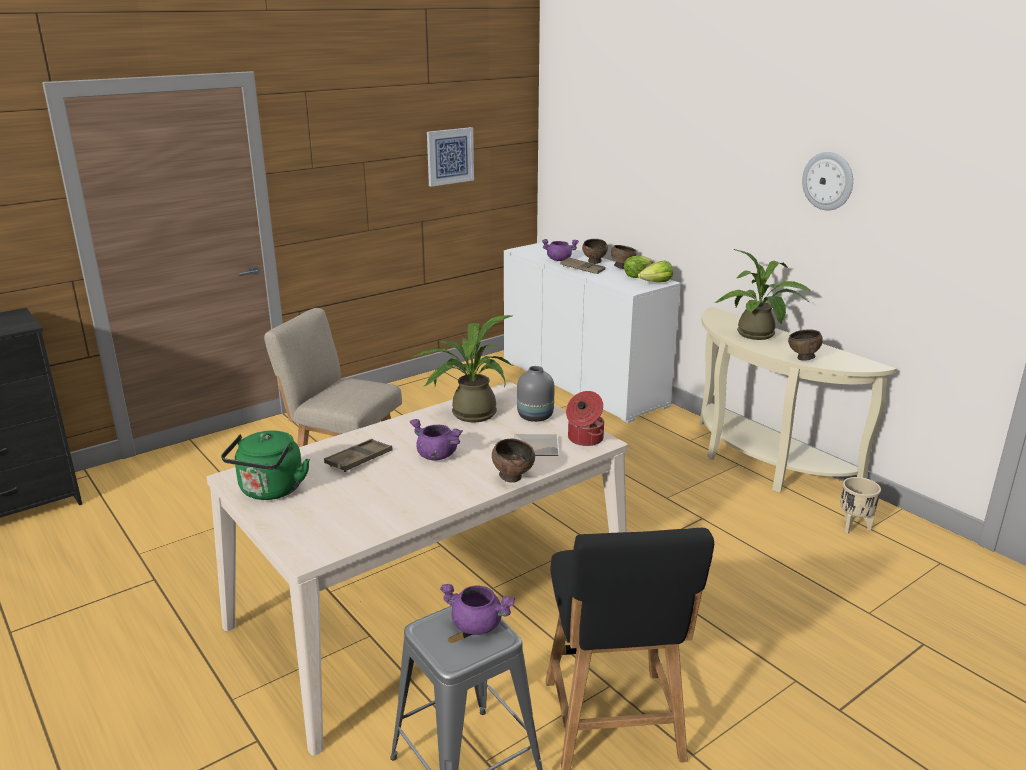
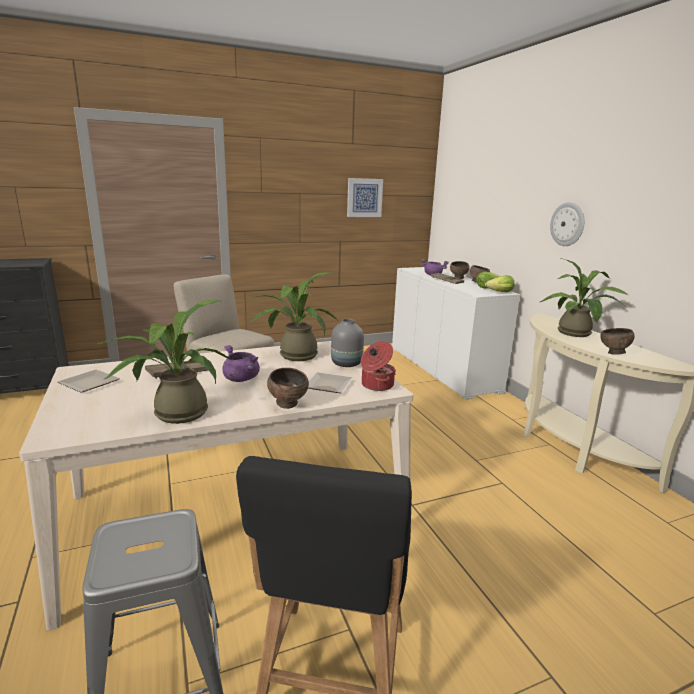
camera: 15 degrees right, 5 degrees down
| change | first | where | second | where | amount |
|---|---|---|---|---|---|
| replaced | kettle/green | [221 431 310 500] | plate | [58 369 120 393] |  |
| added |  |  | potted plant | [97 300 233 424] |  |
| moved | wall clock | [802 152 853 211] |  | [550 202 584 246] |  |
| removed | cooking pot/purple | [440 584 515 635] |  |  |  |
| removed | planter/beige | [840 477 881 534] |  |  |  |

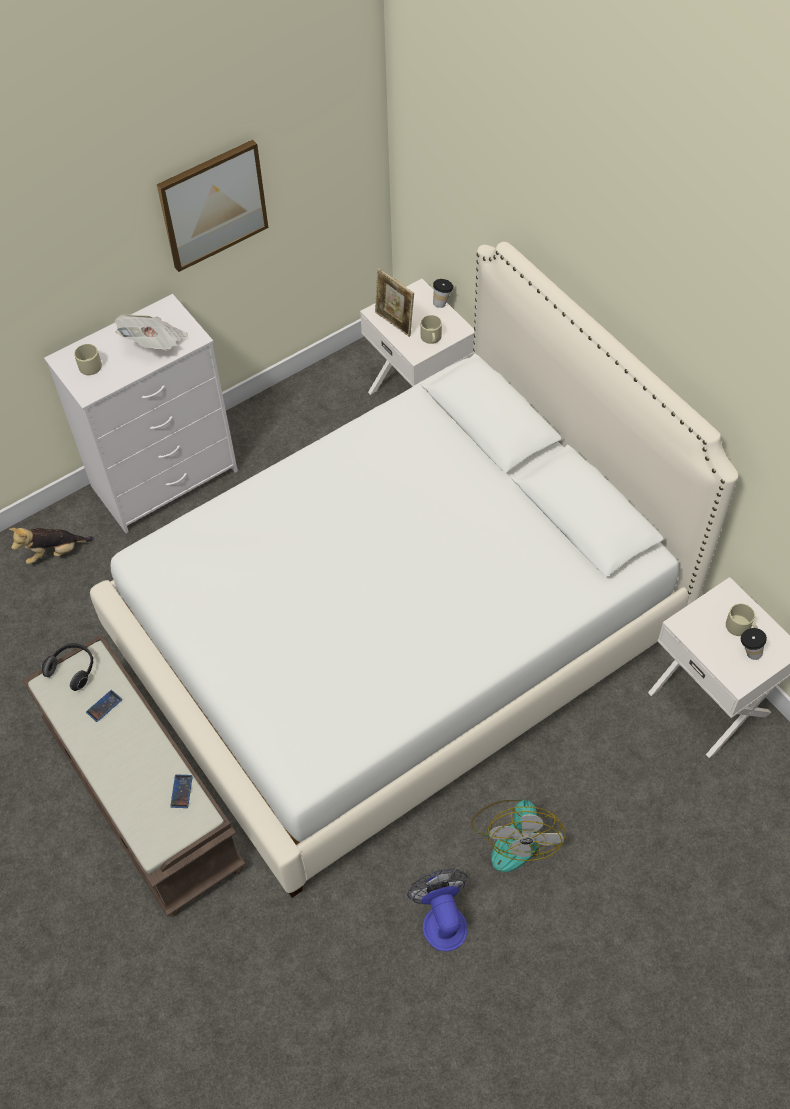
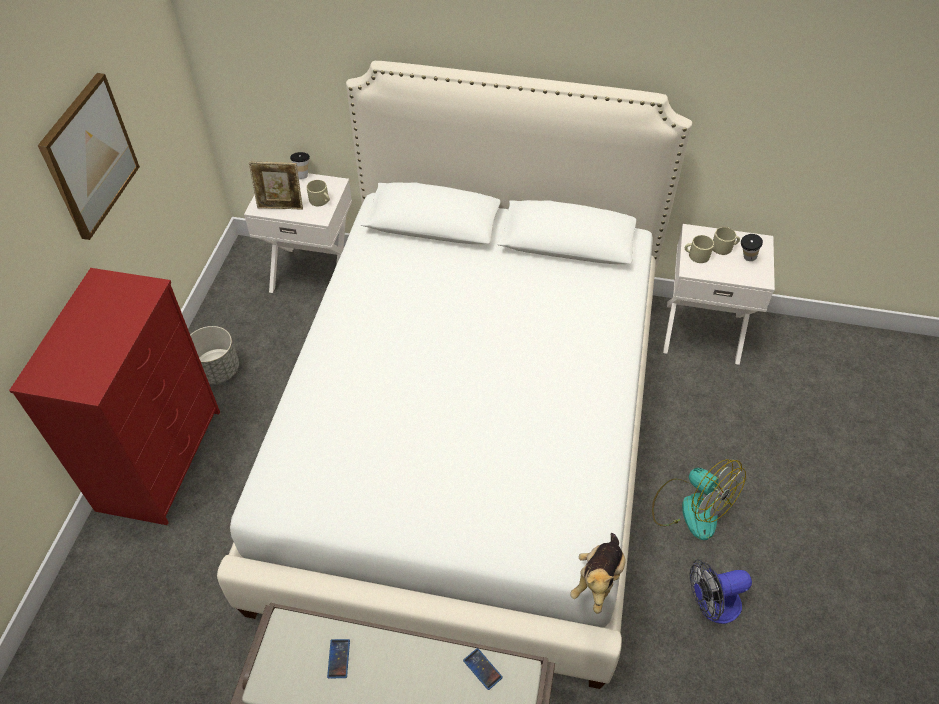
camera: 45 degrees left, 5 degrees down
| change | first | where | second | where | amount |
|---|---|---|---|---|---|
| recoloured | dresser/white | [44 294 238 533] | dresser/red | [9 268 220 525] |  |
| added |  |  | planter/grey | [190 326 239 384] |  |
| moved | plush toy | [9 528 93 564] |  | [570 533 626 613] |  |
| moved | mug/beige | [74 344 102 375] |  | [685 235 714 263] |  |
| turned | fan | [407 869 467 951] |  | [690 560 752 624] | 45 degrees counterclockwise |
| removed | headphones | [41 643 93 691] |  |  |  |
| removed | newspaper | [114 314 188 351] |  |  |  |

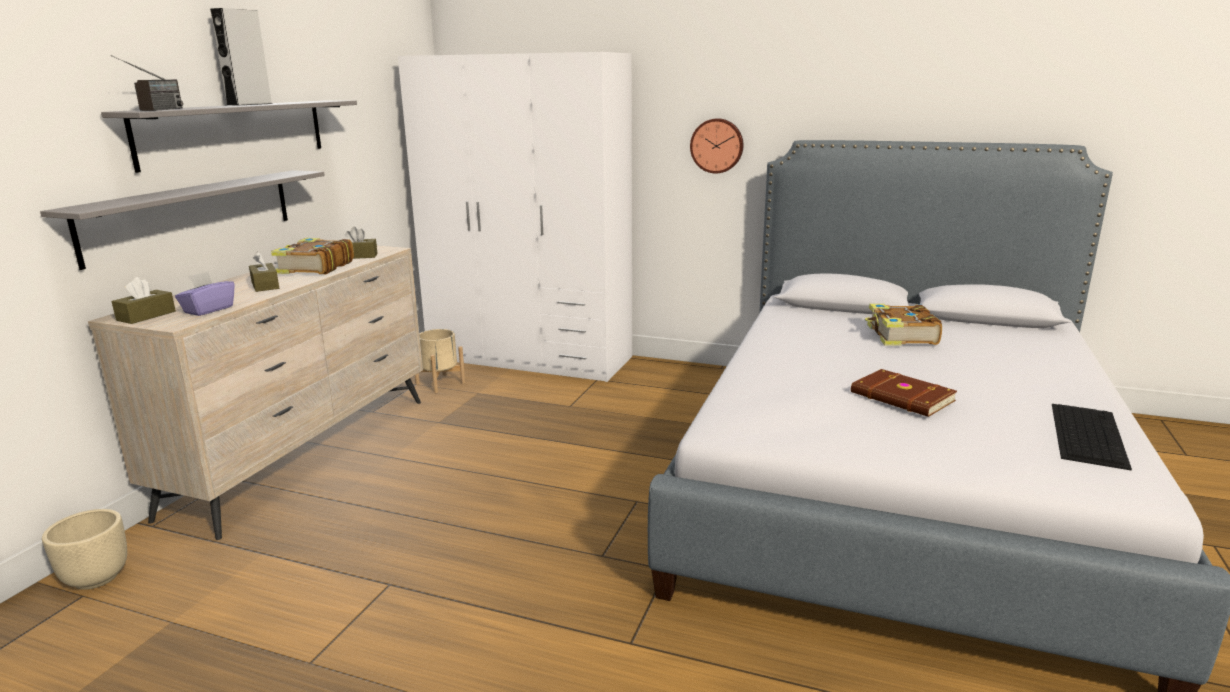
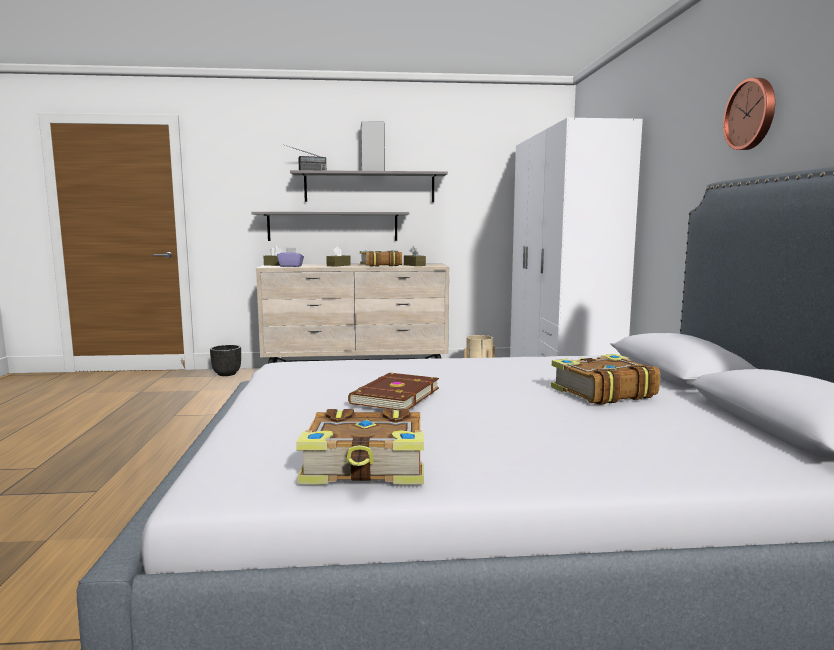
camera: 65 degrees right, 10 degrees down
| change | first | where | second | where | amount |
|---|---|---|---|---|---|
| recoloured | planter/beige | [42 509 127 590] | planter/black | [210 345 241 376] |  |
| replaced | keyboard | [1052 404 1132 470] | book | [296 409 424 484] |  |
| moved | wall clock | [690 118 743 174] |  | [723 78 775 150] |  |

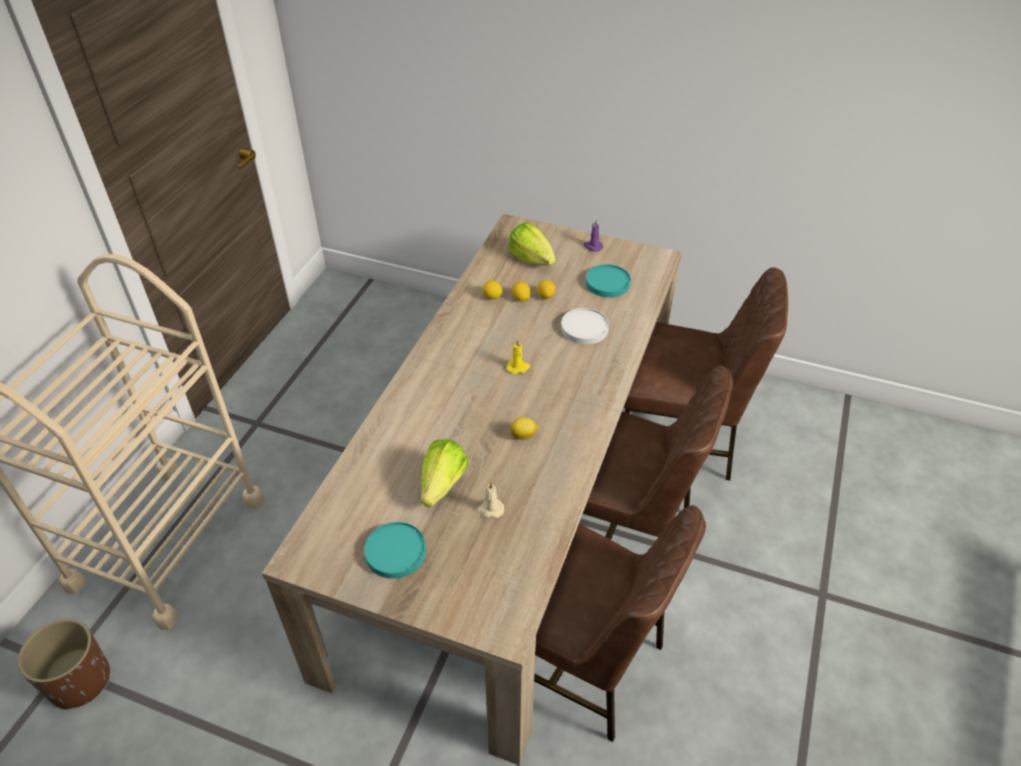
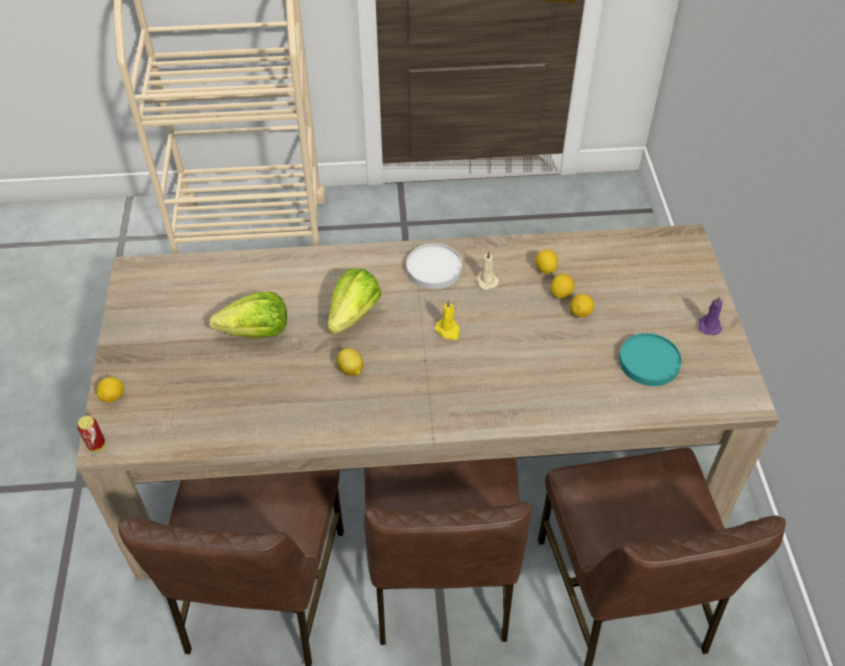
camera: 65 degrees right, 5 degrees up
| change | first | where | second | where | amount |
|---|---|---|---|---|---|
| added |  |  | can | [77 416 105 452] |  |
| added |  |  | lemon | [96 377 124 403] |  |
| moved | lettuce | [508 223 556 266] |  | [327 268 381 334] |  |
| moved | plate/white | [561 308 609 345] |  | [406 244 462 289] |  |
| moved | candle/beige | [476 482 504 518] |  | [475 251 499 290] |  |
| removed | planter/brown | [18 618 110 710] |  |  |  |
| removed | plate/turquoise | [364 522 426 579] |  |  |  |

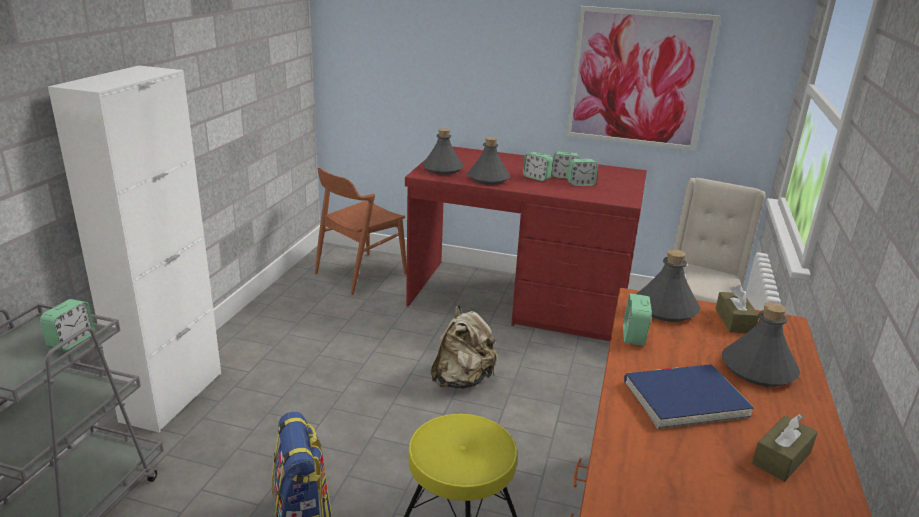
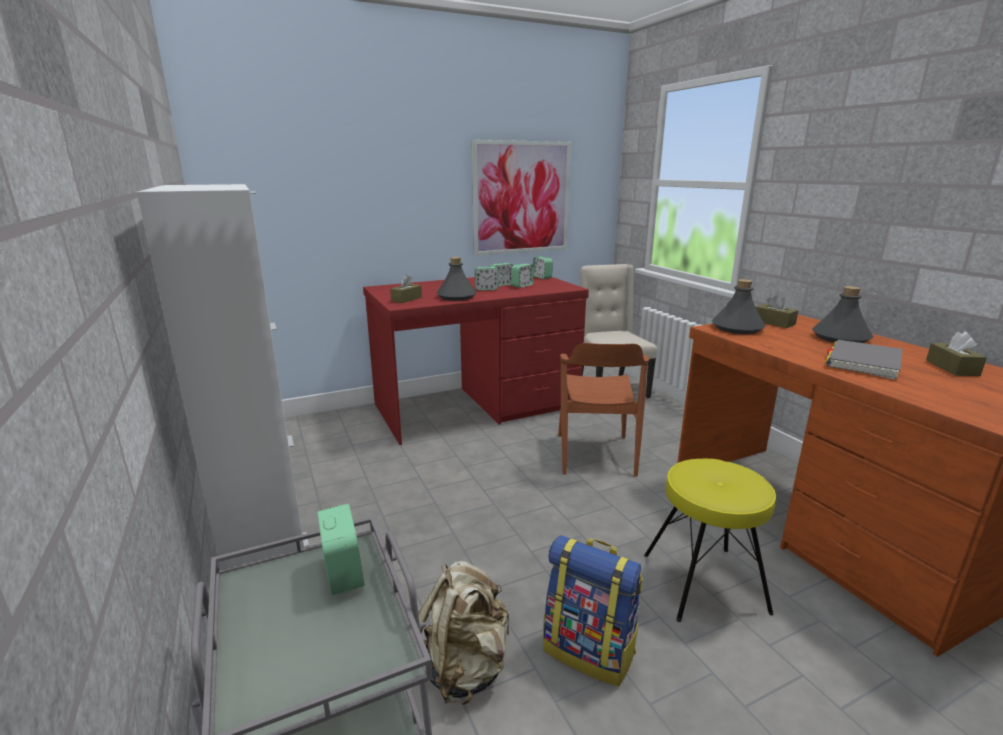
camera: 40 degrees left, 5 degrees down
| change | first | where | second | where | amount |
|---|---|---|---|---|---|
| replaced | bottle/grey | [422 128 463 175] | tissue box/brown | [390 275 422 303] |  |
| moved | backpack/beige | [431 305 497 389] |  | [418 561 509 705] |  |
| moved | alarm clock | [623 293 652 346] |  | [533 257 553 279] |  |
| moved | chair/brown | [314 168 407 295] |  | [558 343 649 477] |  |
| recoloured | book/blue | [624 364 754 429] | book/grey | [826 340 903 380] |  |

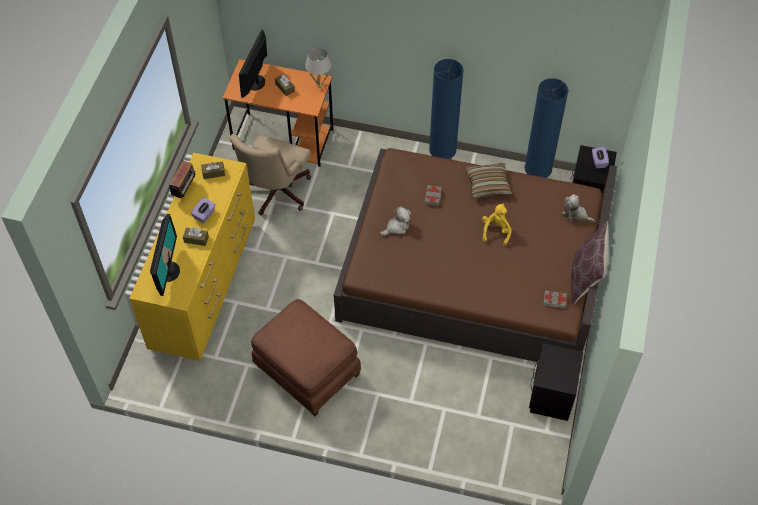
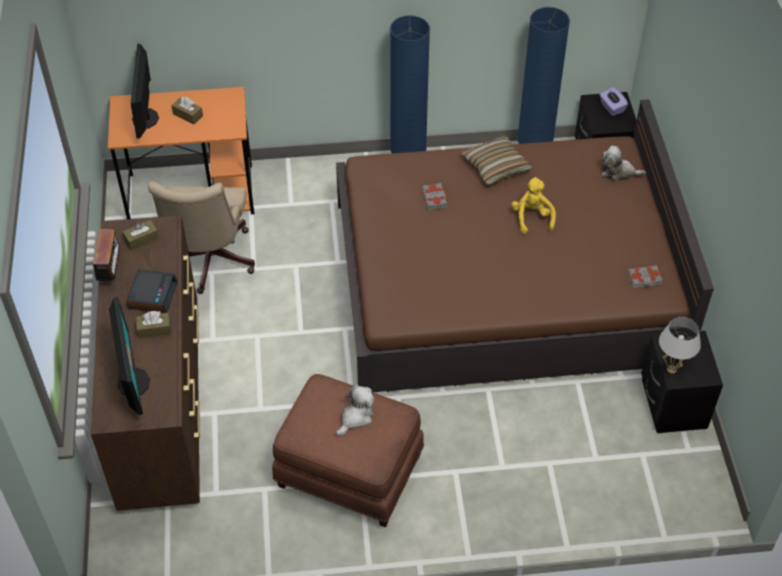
camera: 20 degrees left, 5 degrees down
| change | first | where | second | where | amount |
|---|---|---|---|---|---|
| recoloured | dresser/yellow | [129 153 255 361] | dresser/brown | [91 215 200 511] |  |
| replaced | tissue box/purple | [191 197 215 223] | alarm clock | [126 269 178 313] |  |
| moved | plush toy | [380 206 411 236] |  | [336 385 374 436] |  |
| moved | table lamp/white | [305 48 332 88] |  | [659 317 701 374] |  |
| removed | pillow/brown | [571 221 609 305] |  |  |  |

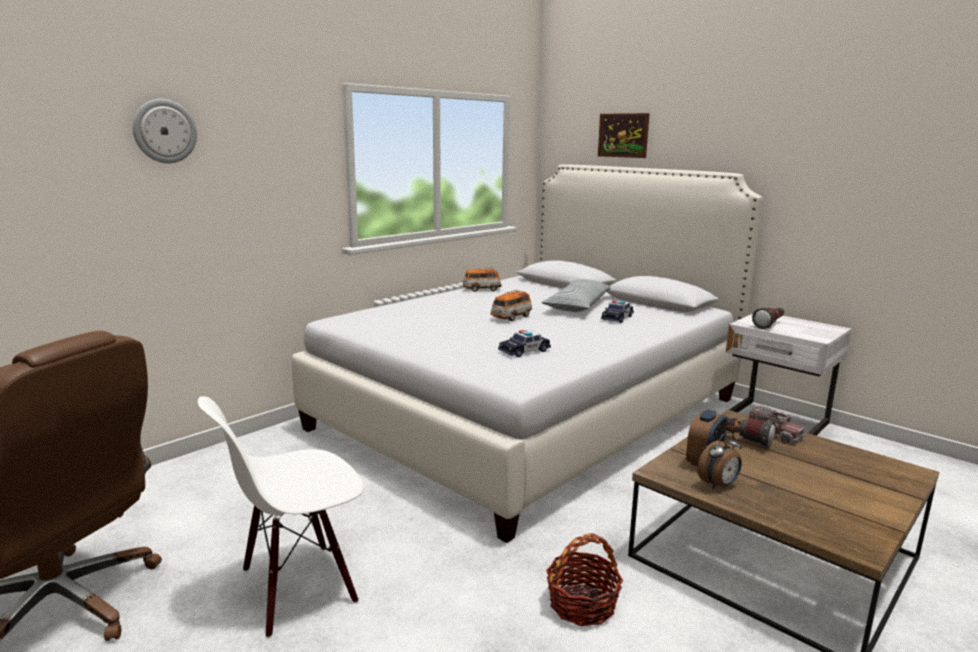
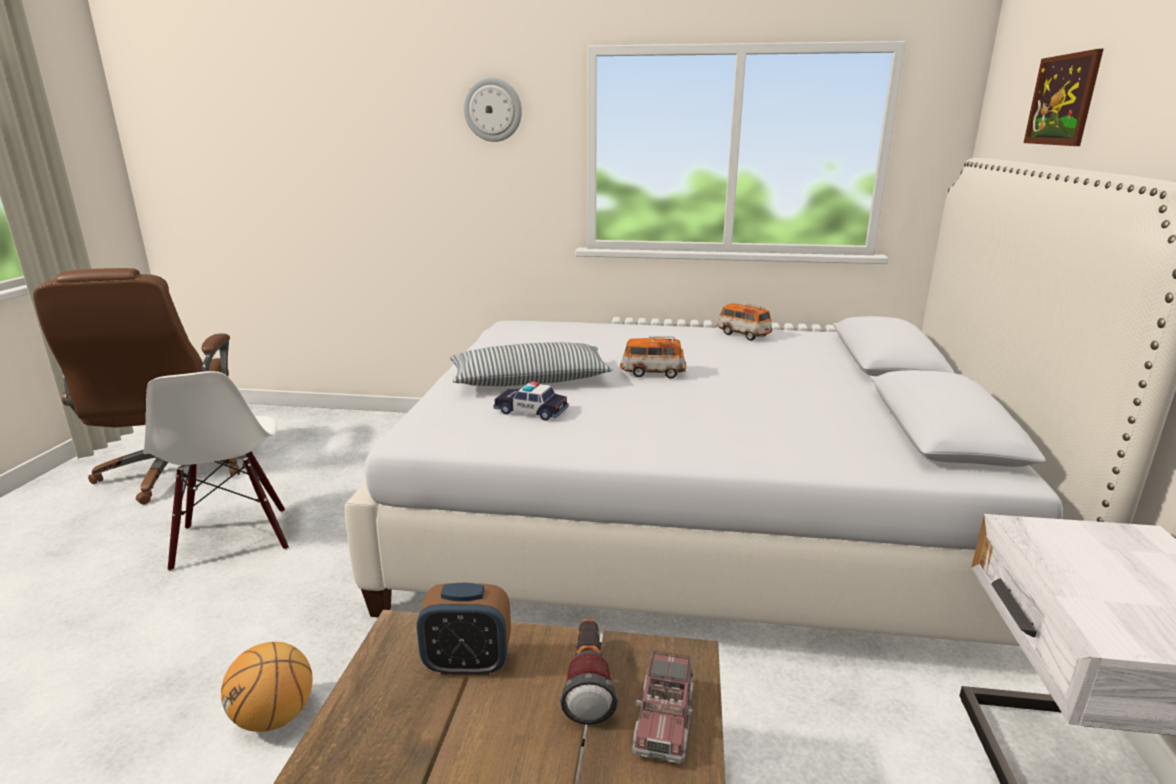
camera: 55 degrees right, 5 degrees up
| change | first | where | second | where | amount |
|---|---|---|---|---|---|
| turned | chair/white | [198 396 364 638] |  | [144 371 289 571] | 135 degrees counterclockwise |
| replaced | basket | [546 533 623 626] | basketball | [221 642 313 732] |  |
| moved | pillow | [541 279 611 312] |  | [450 342 613 386] |  |
| moved | wall clock | [133 99 197 163] |  | [464 77 522 142] |  |
| removed | toy car | [601 300 634 323] |  |  |  |
| removed | alarm clock | [698 431 742 489] |  |  |  |
| removed | flashlight | [752 308 784 329] |  |  |  |

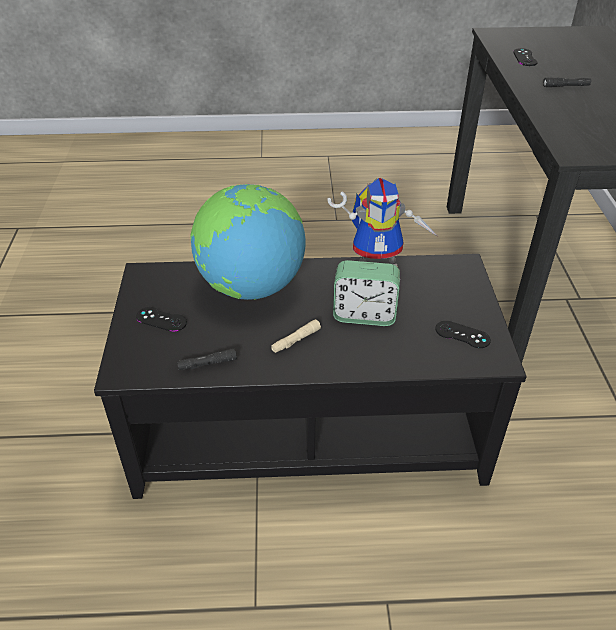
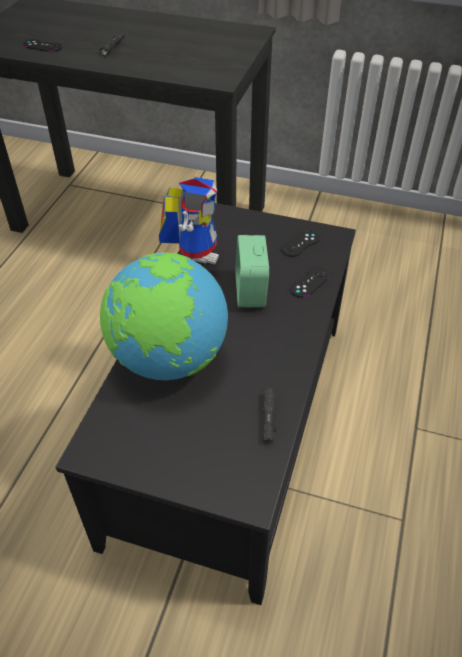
camera: 70 degrees left, 5 degrees up
| change | first | where | second | where | amount |
|---|---|---|---|---|---|
| turned | alarm clock | [333 260 400 326] |  | [236 235 269 307] | 150 degrees clockwise |
| moved | game controller/black | [136 307 187 332] |  | [290 267 329 298] |  |
| removed | flashlight/beige | [271 319 321 353] |  |  |  |

